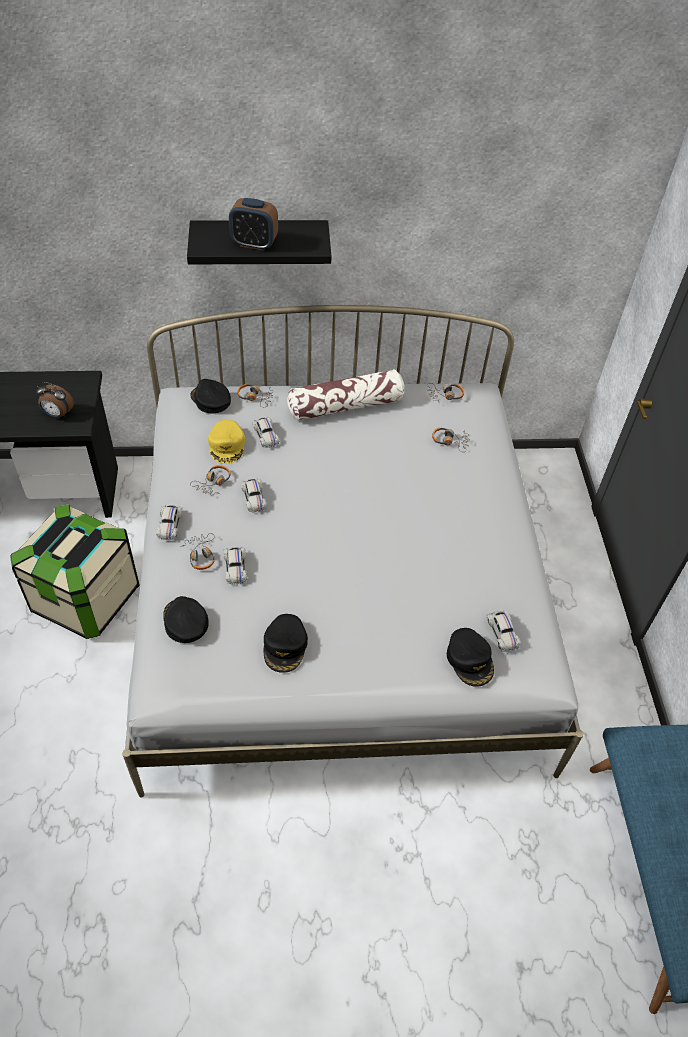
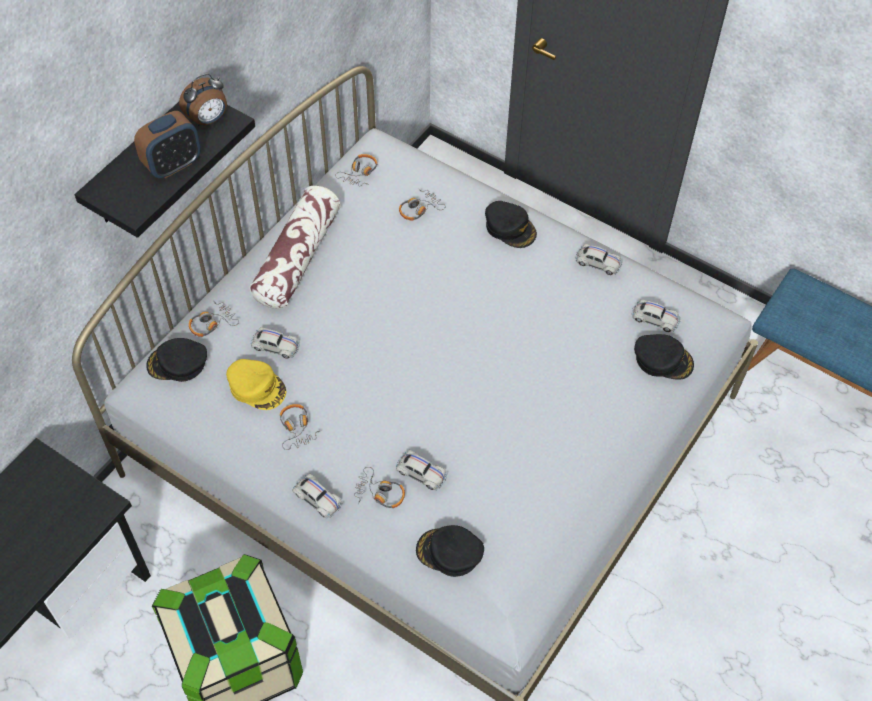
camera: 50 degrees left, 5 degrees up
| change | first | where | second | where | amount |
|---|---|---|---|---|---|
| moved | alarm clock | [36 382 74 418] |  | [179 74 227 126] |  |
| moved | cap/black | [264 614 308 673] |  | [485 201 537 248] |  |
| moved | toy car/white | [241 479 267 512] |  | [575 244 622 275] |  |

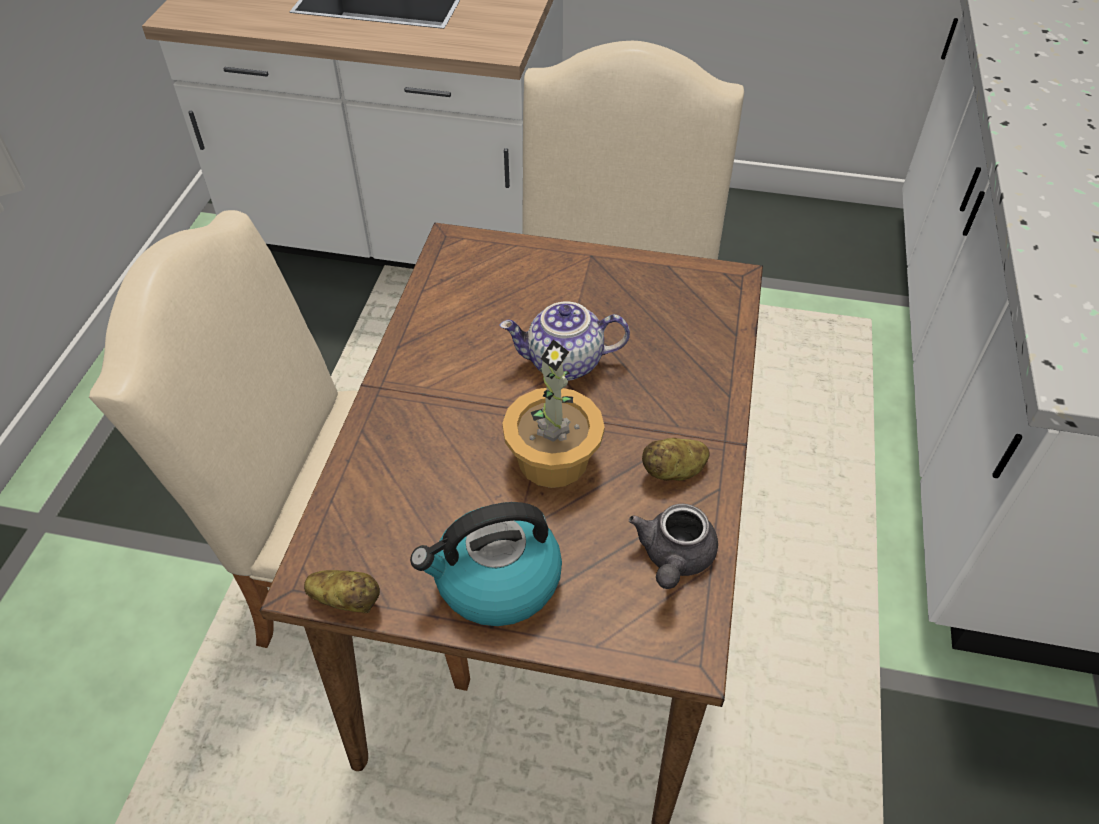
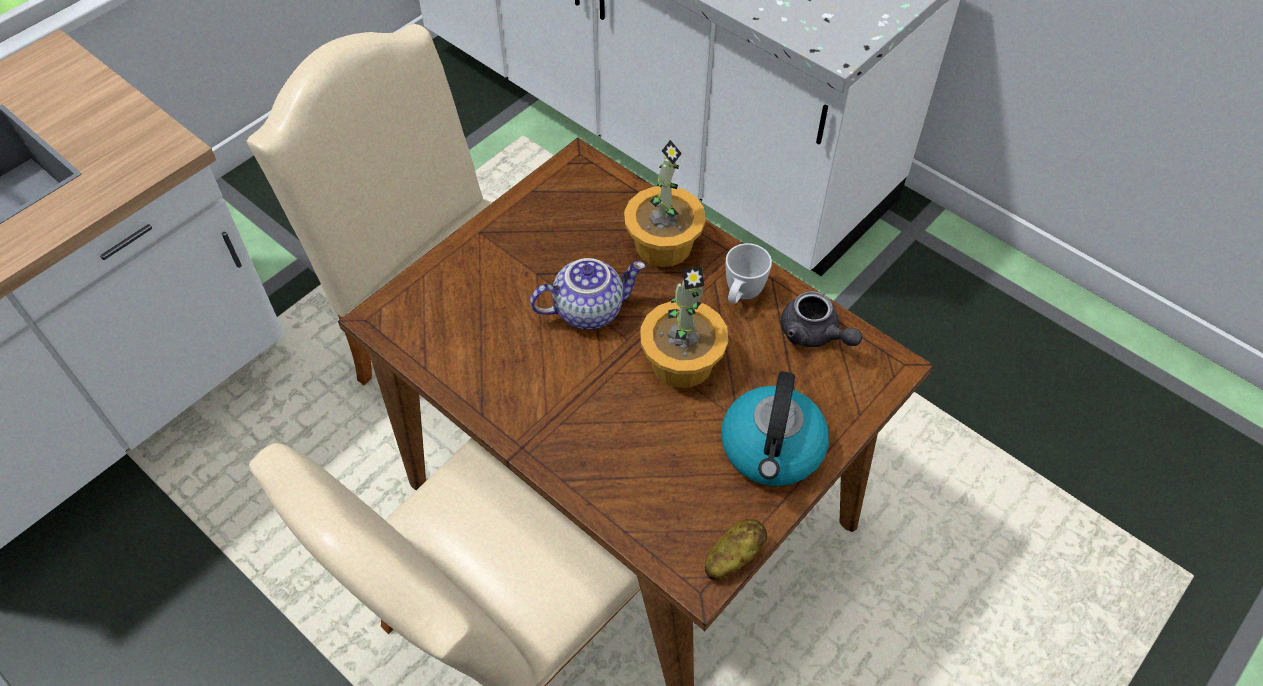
camera: 60 degrees left, 5 degrees up
| change | first | where | second | where | amount |
|---|---|---|---|---|---|
| turned | teapot | [500 301 630 380] |  | [530 258 645 330] | 135 degrees counterclockwise |
| added |  |  | potted plant | [624 140 706 267] |  |
| replaced | potato | [642 438 710 481] | mug/white | [726 243 772 304] |  |

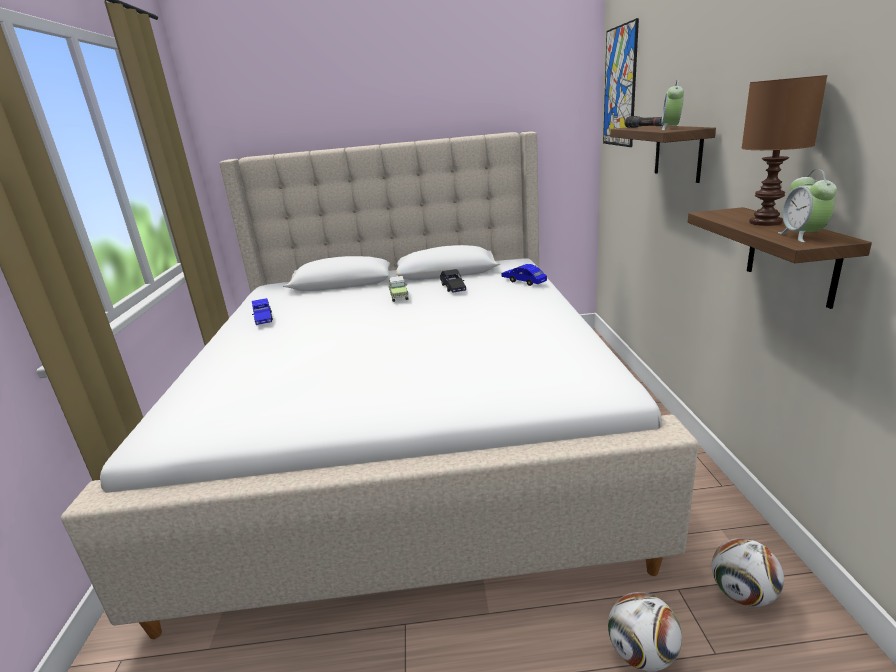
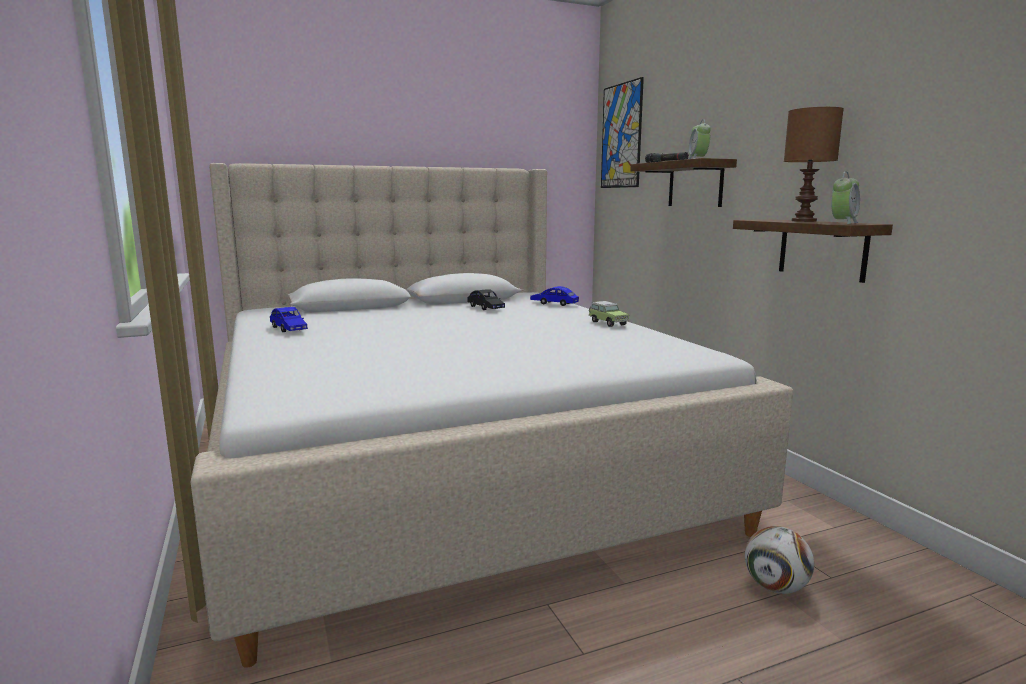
camera: 20 degrees left, 10 degrees down
| change | first | where | second | where | amount |
|---|---|---|---|---|---|
| moved | toy car | [389 276 408 302] |  | [588 301 629 327] |  |
| turned | alarm clock | [778 169 837 242] |  | [831 172 860 224] | 120 degrees counterclockwise |
| removed | football | [712 538 784 607] |  |  |  |

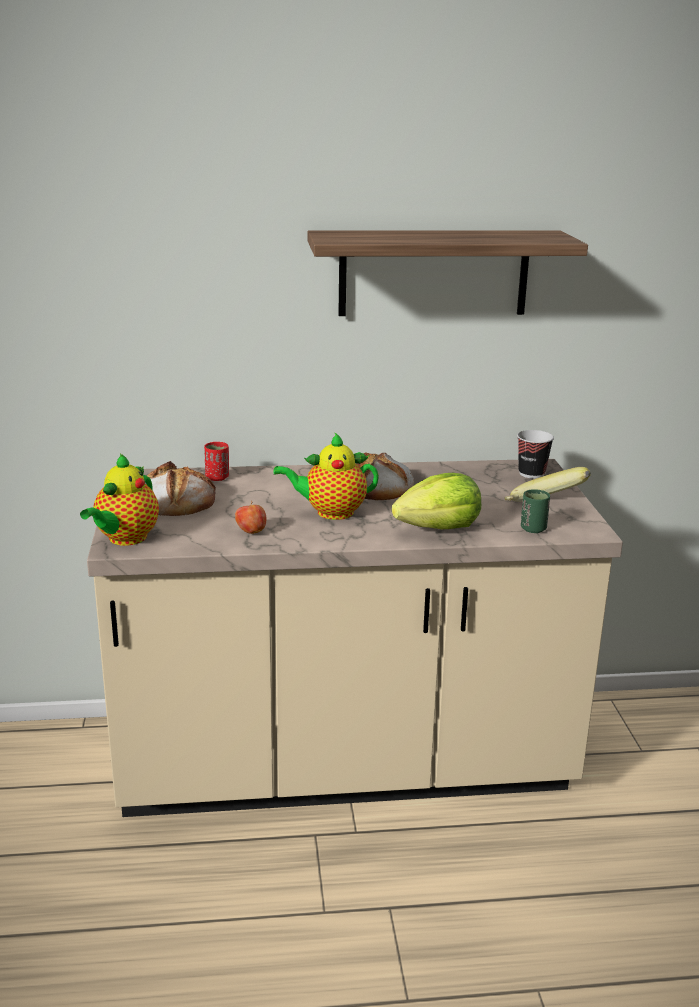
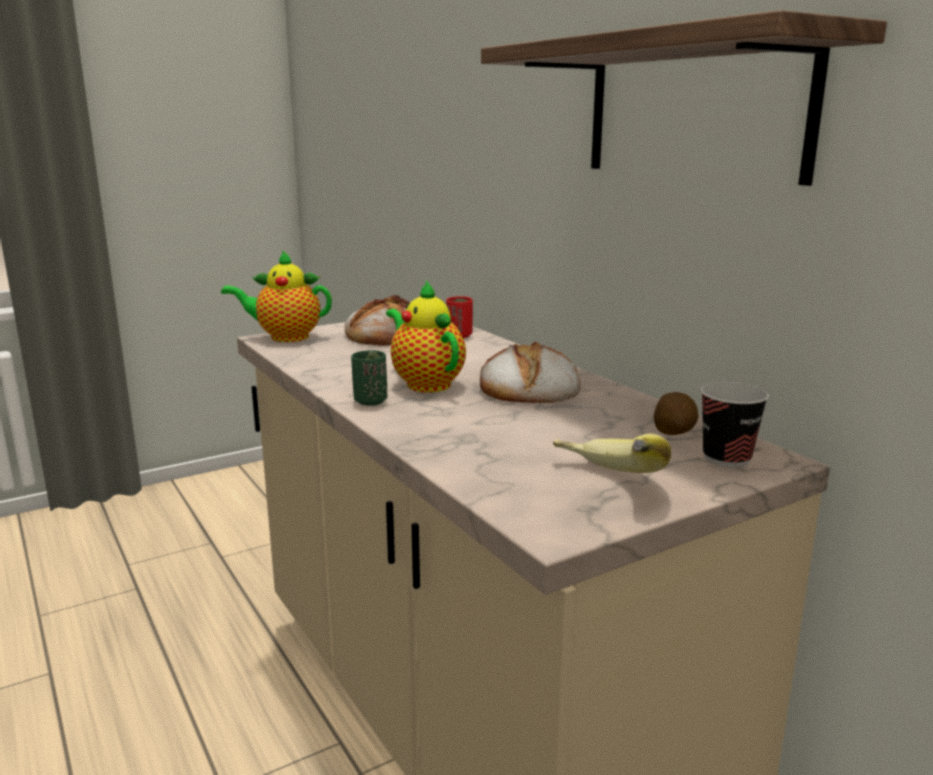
camera: 65 degrees right, 5 degrees down
| change | first | where | second | where | amount |
|---|---|---|---|---|---|
| moved | cup/green | [521 489 550 533] |  | [351 350 388 406] |  |
| added |  |  | potato | [654 392 699 435] |  |
| removed | apple | [235 501 266 534] |  |  |  |
| removed | lettuce | [392 473 481 529] |  |  |  |

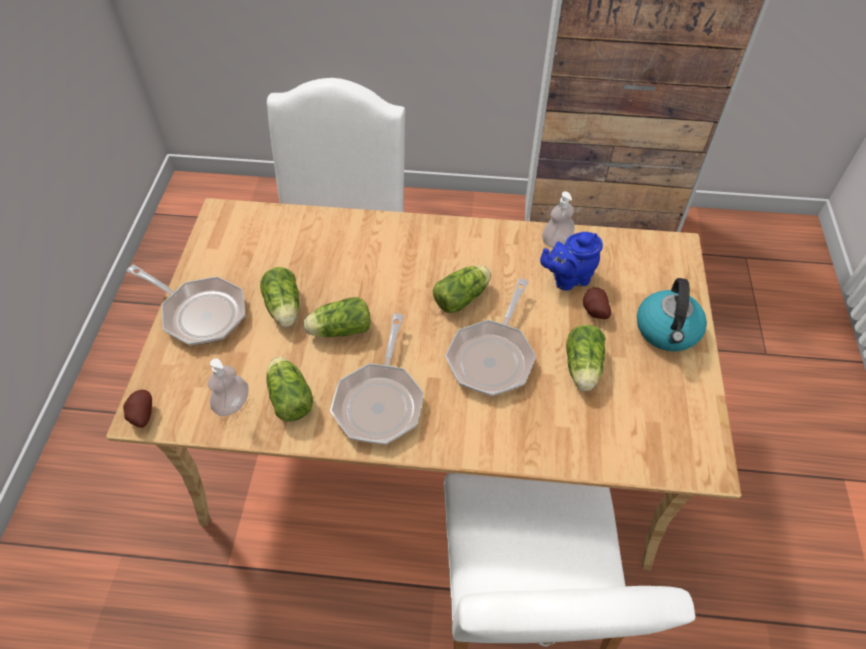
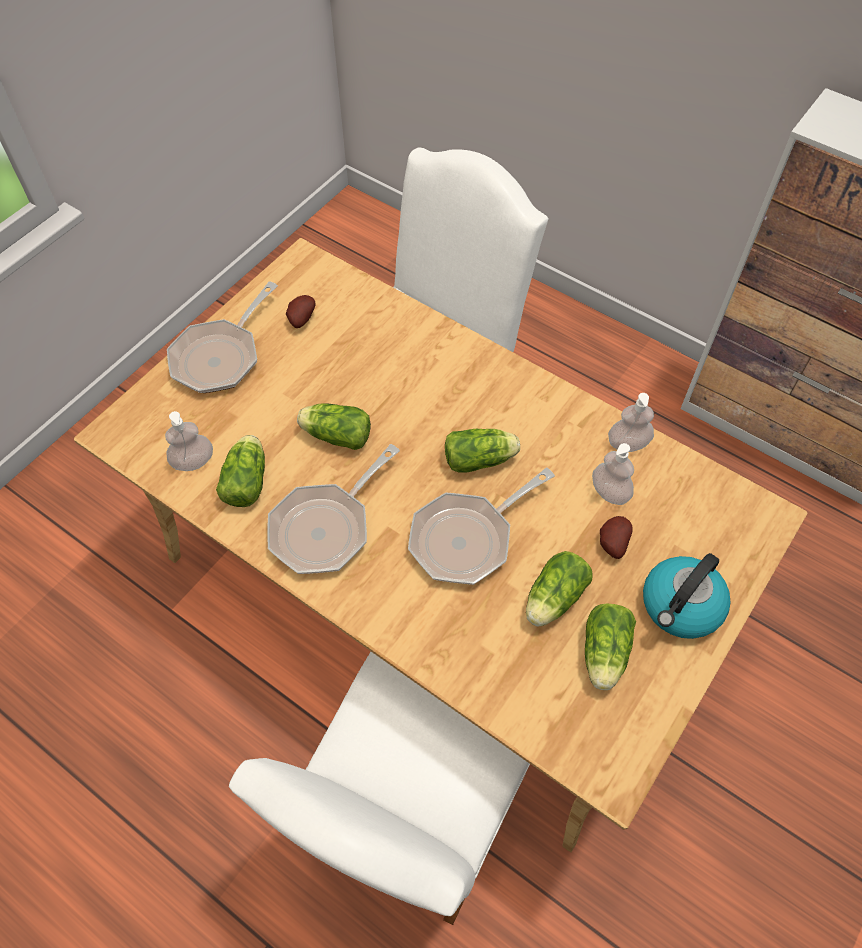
camera: 30 degrees right, 5 degrees up
| change | first | where | second | where | amount |
|---|---|---|---|---|---|
| turned | frying pan | [127 265 245 346] |  | [167 281 278 393] | 60 degrees clockwise |
| moved | potato | [123 390 152 428] |  | [286 295 315 328] |  |
| moved | lettuce | [260 267 299 327] |  | [585 604 636 690] |  |
| replaced | teapot/blue | [540 232 603 291] | soap dispenser | [592 443 634 505] |  |

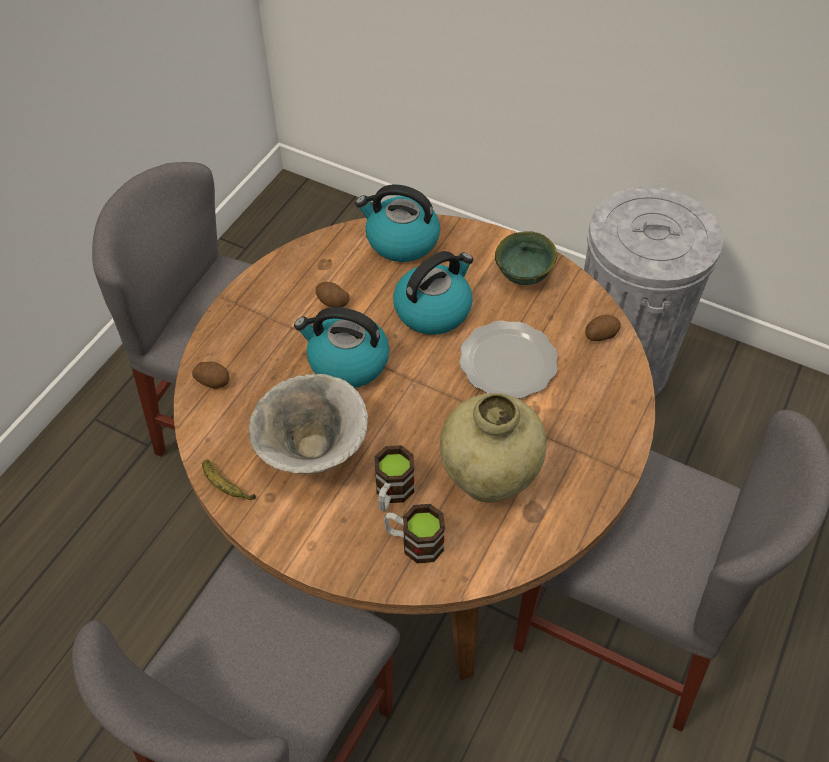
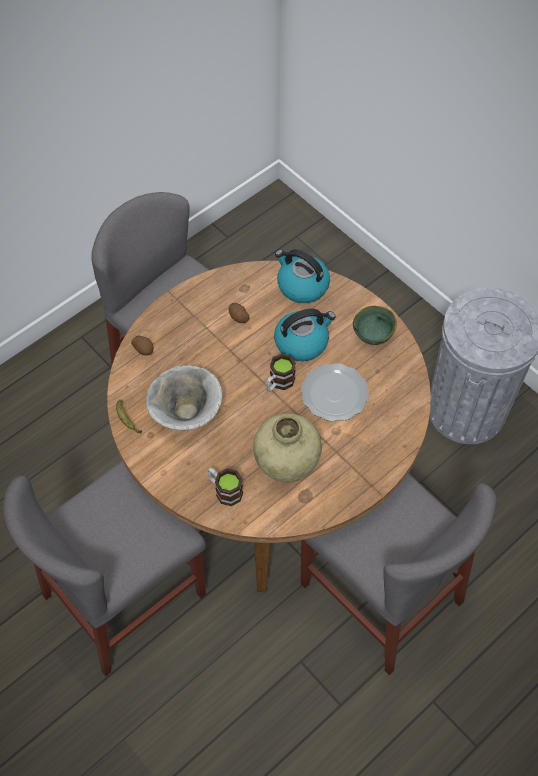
camera: 20 degrees right, 5 degrees up
| change | first | where | second | where | amount |
|---|---|---|---|---|---|
| moved | mug | [374 445 414 511] |  | [266 353 296 391] |  |
| removed | kettle | [294 307 390 388] |  |  |  |
| removed | potato | [585 315 621 341] |  |  |  |

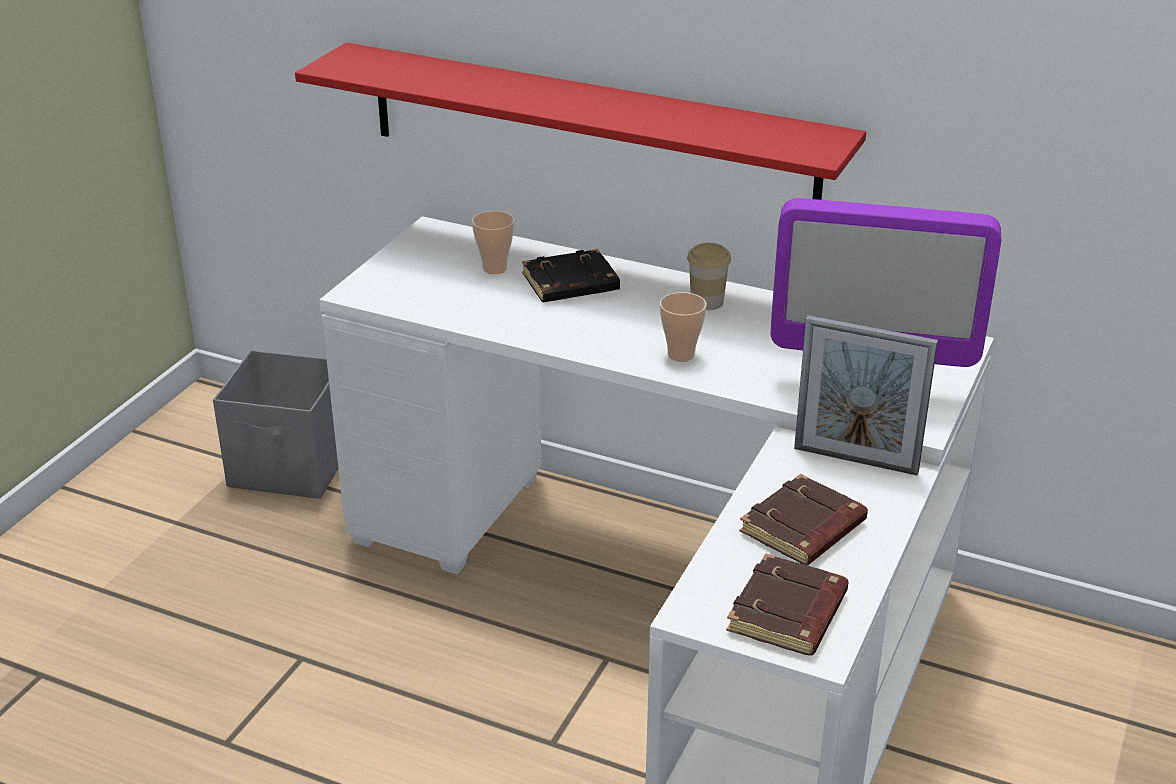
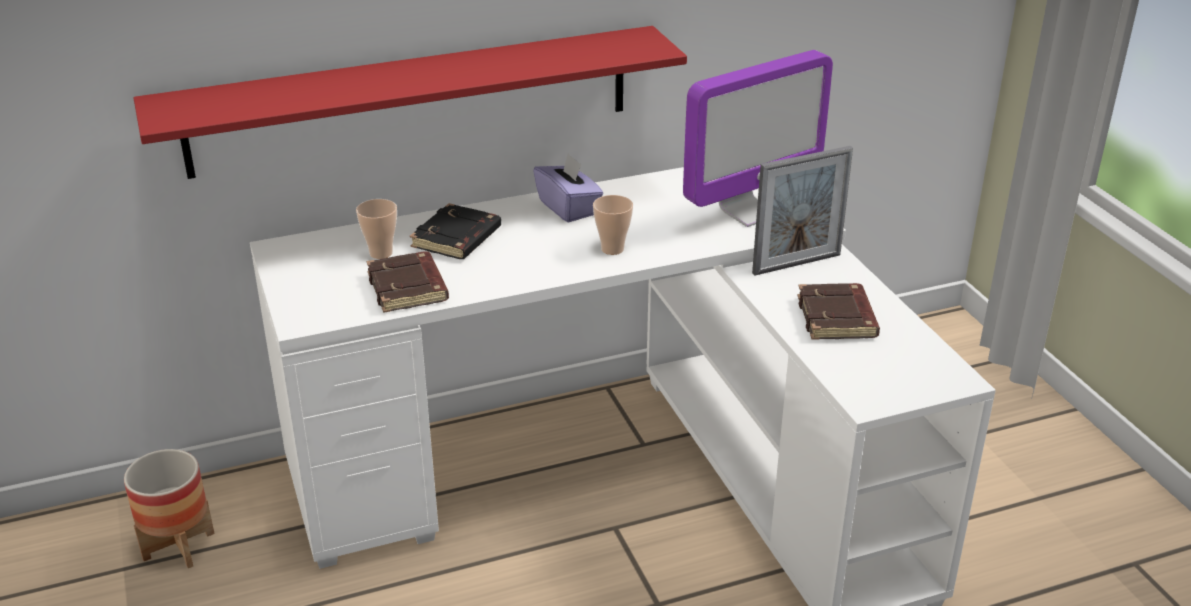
camera: 45 degrees left, 0 degrees up
| change | first | where | second | where | amount |
|---|---|---|---|---|---|
| replaced | storage box/grey | [213 350 338 499] | planter | [124 449 215 568] |  |
| moved | book/brown | [726 553 849 656] |  | [367 251 449 313] |  |
| replaced | cup | [687 243 731 310] | tissue box/purple | [533 153 603 223] |  |

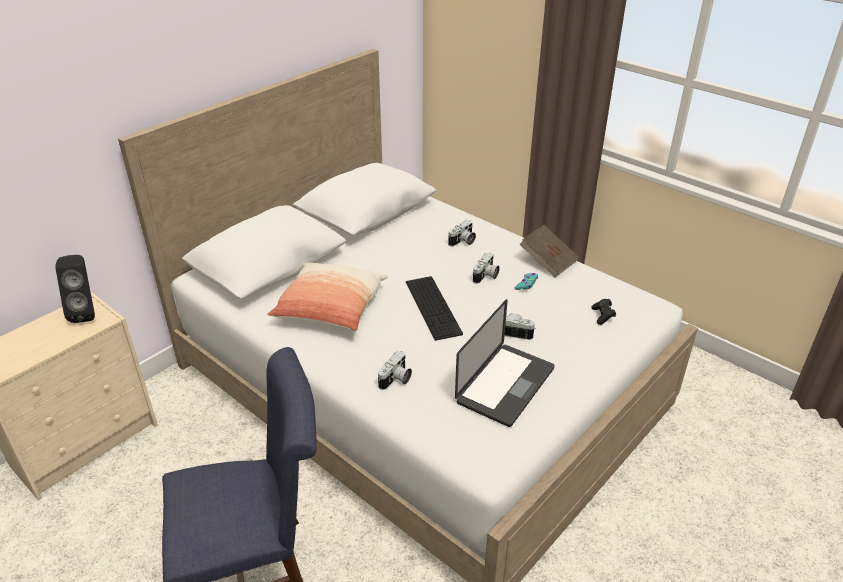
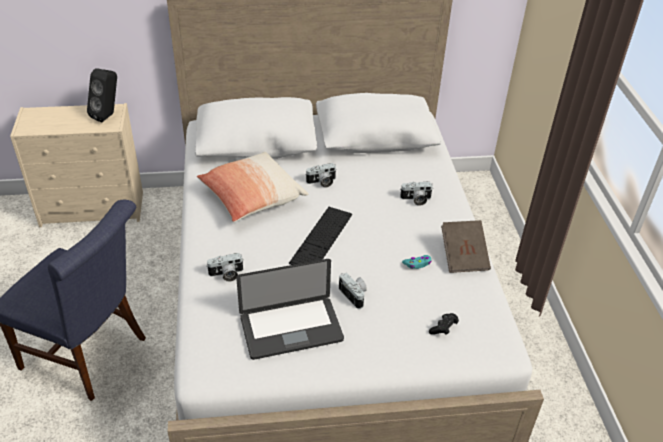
camera: 40 degrees right, 5 degrees up
| change | first | where | second | where | amount |
|---|---|---|---|---|---|
| moved | photo camera | [473 253 500 284] |  | [305 163 337 188] |  |

